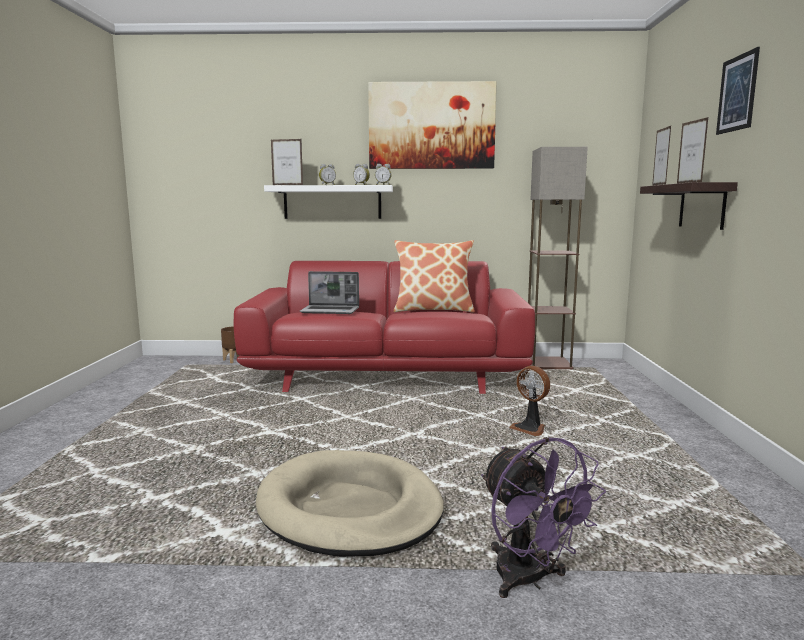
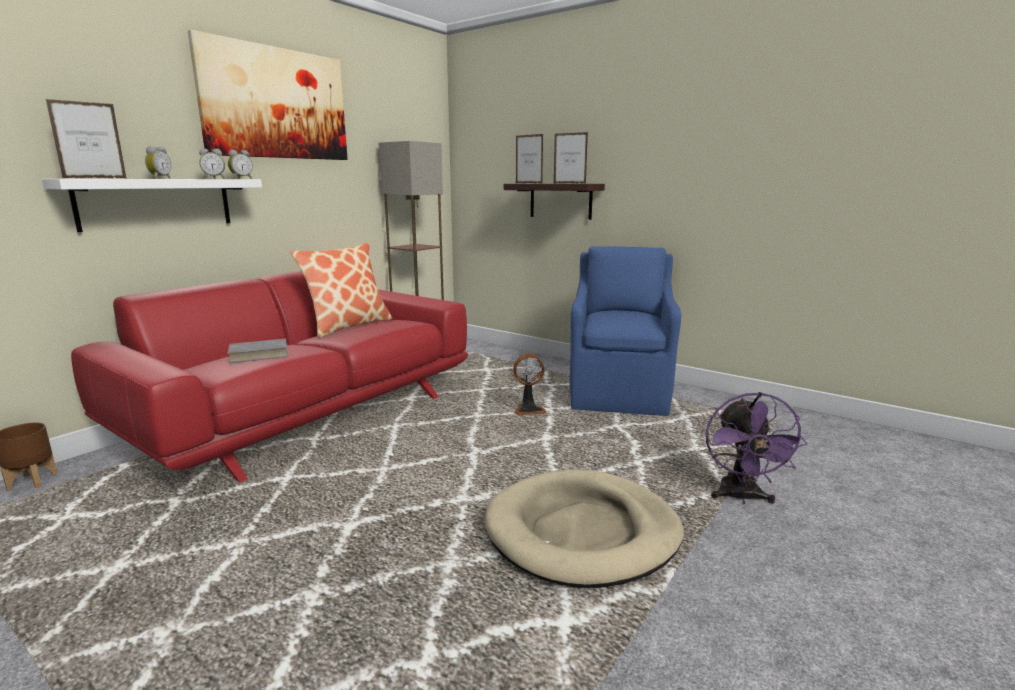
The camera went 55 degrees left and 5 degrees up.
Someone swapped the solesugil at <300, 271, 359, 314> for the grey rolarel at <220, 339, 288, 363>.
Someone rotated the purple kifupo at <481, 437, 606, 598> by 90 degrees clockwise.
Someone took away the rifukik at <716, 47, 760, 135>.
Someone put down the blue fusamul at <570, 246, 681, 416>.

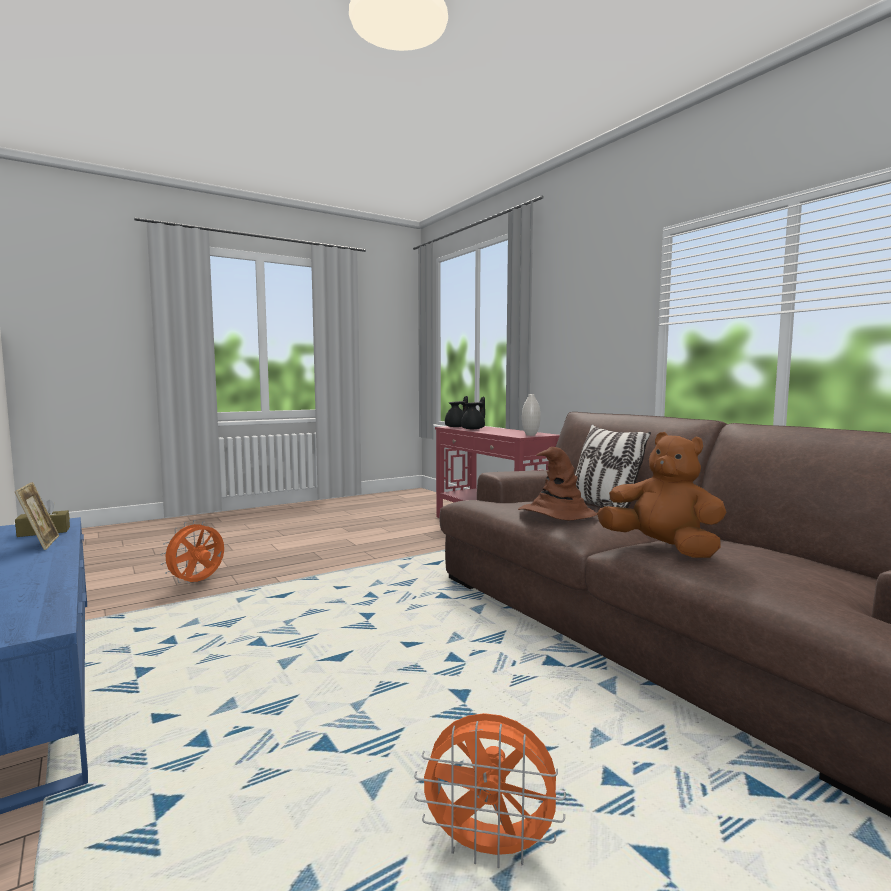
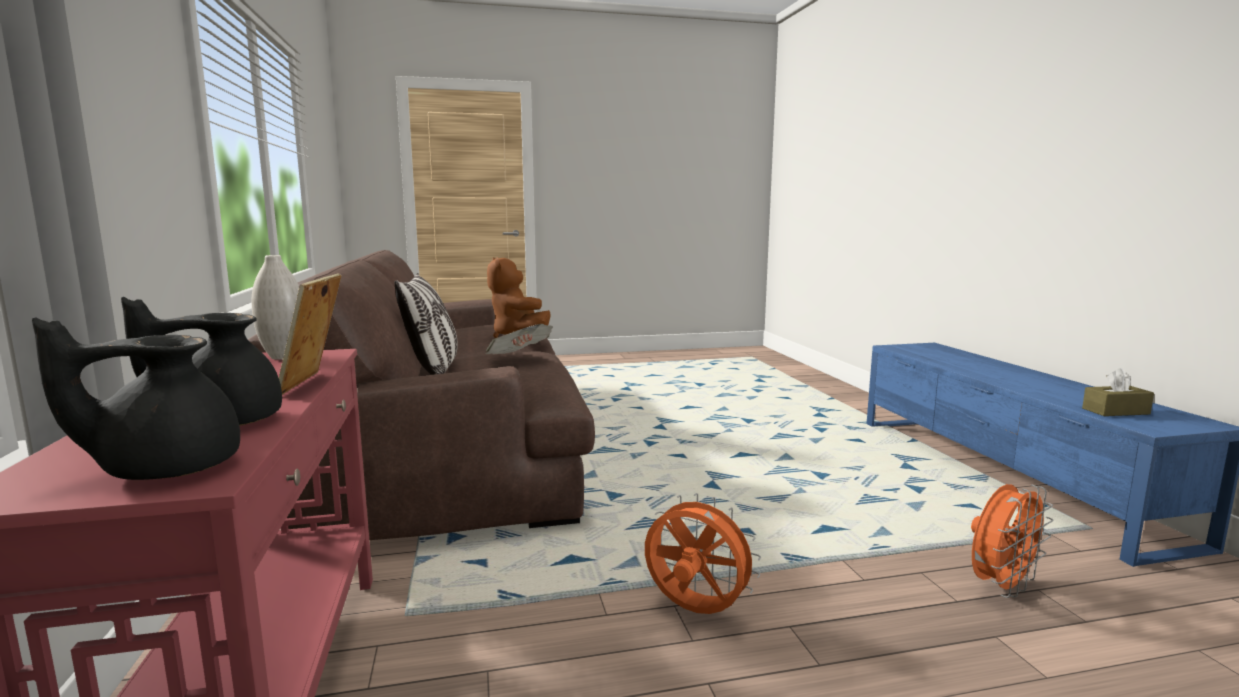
The camera went 160 degrees left and 5 degrees up.
Someone carried the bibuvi from <15, 482, 59, 550> to <278, 274, 341, 395>.
Someone carried the orange kifupo from <414, 713, 566, 868> to <645, 493, 761, 614>.
Someone swapped the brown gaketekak at <518, 447, 597, 520> for the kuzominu at <485, 324, 553, 354>.

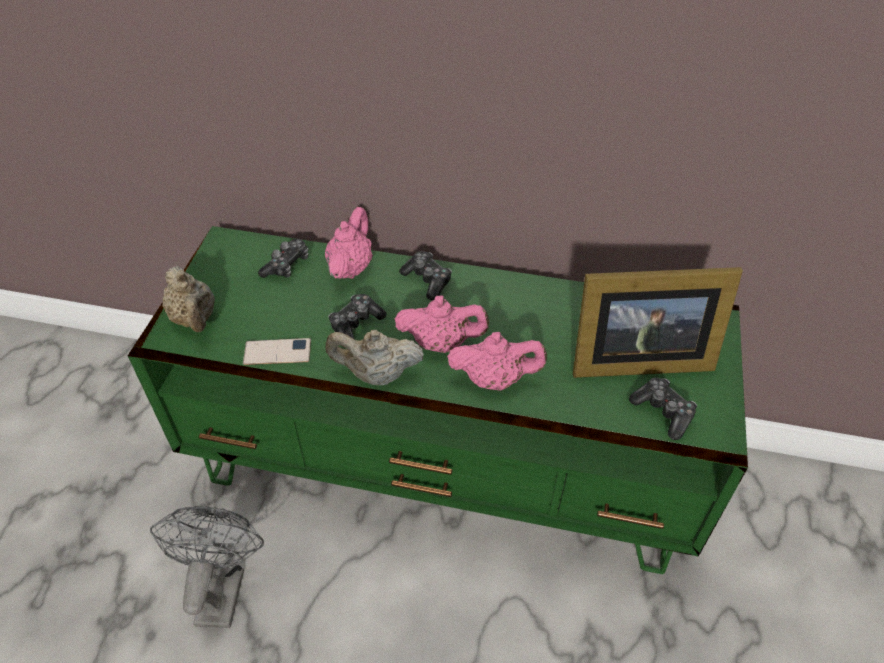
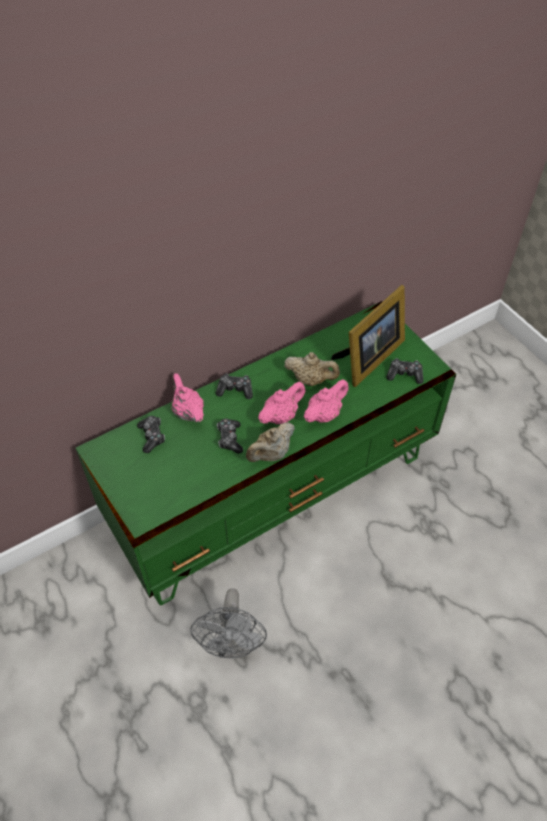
The camera went 45 degrees left and 5 degrees up.
Someone rotated the grey kifupo at <150, 506, 264, 628> by 135 degrees counterclockwise.
Someone carried the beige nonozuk from <162, 266, 215, 332> to <285, 352, 340, 386>.
Someone took away the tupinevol at <243, 338, 311, 365>.

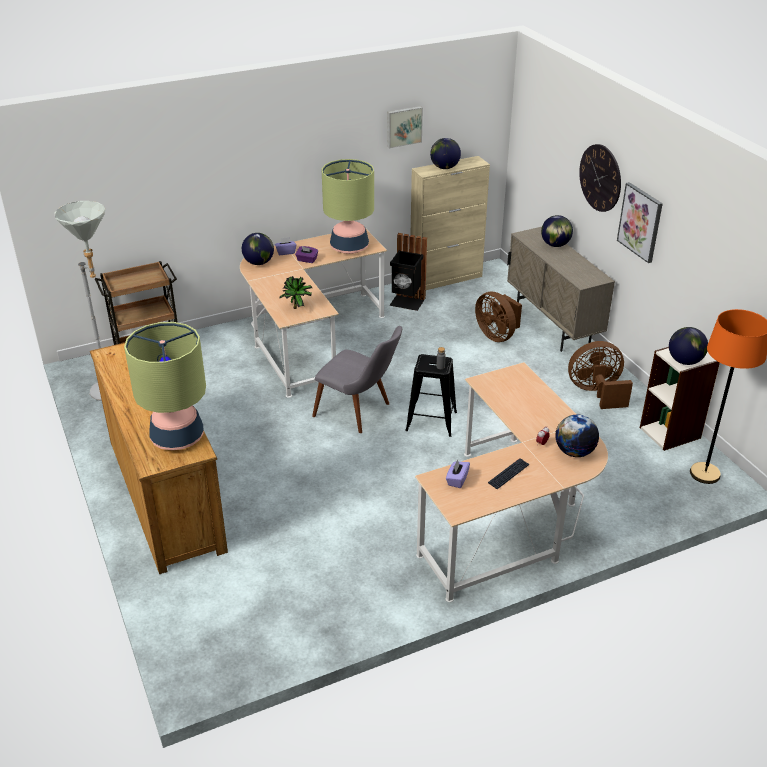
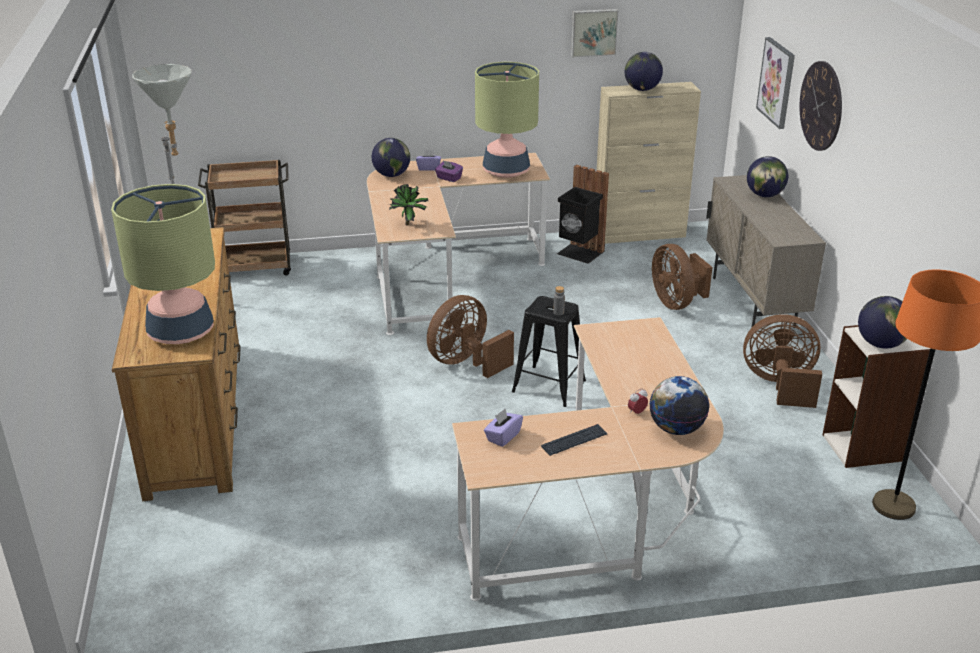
The camera went 15 degrees right and 5 degrees down.
Someone swapped the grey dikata at <312, 326, 402, 433> for the brown kifupo at <427, 295, 514, 378>.
Someone carried the rifukik from <617, 182, 663, 263> to <756, 37, 795, 129>.

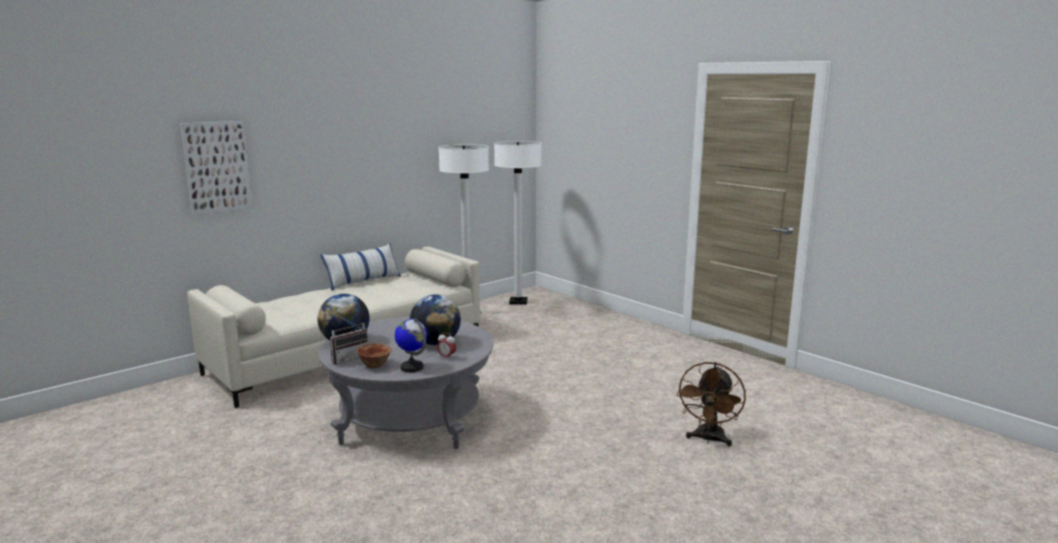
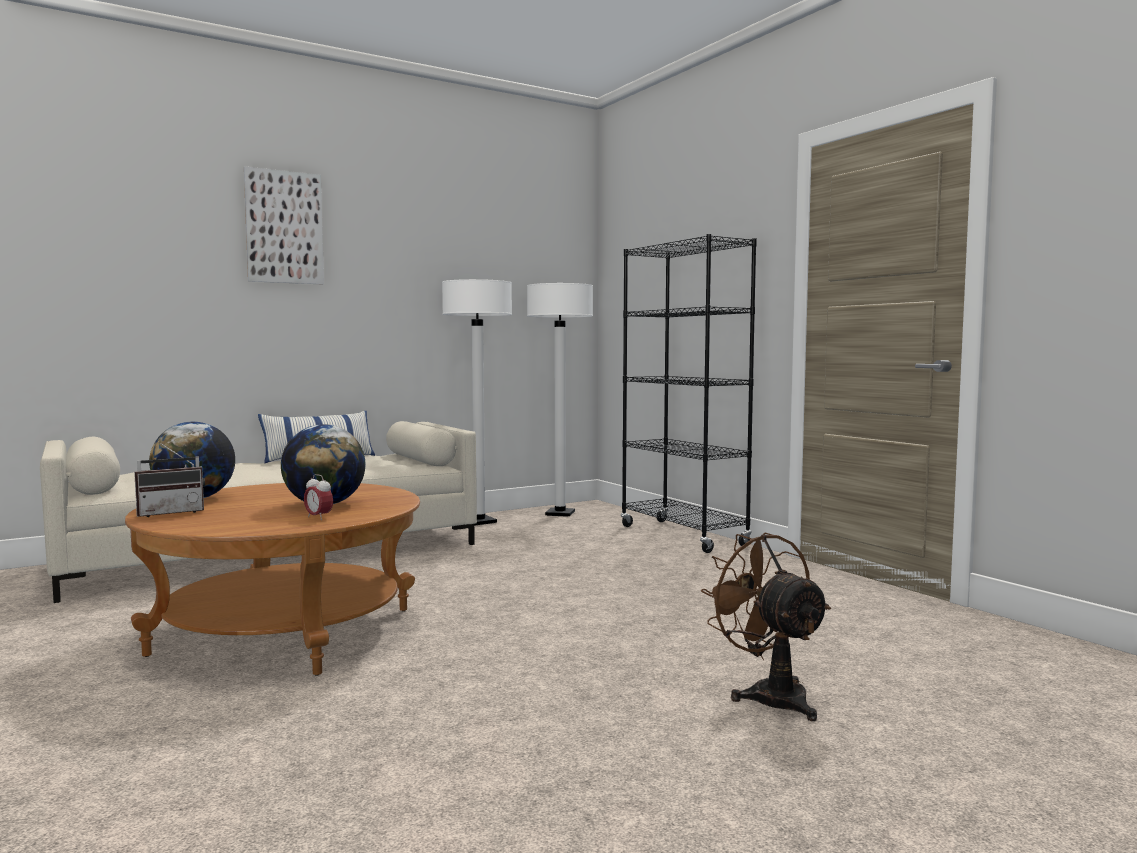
The camera went 10 degrees right and 10 degrees down.
Someone carried the rifukik from <180, 121, 253, 215> to <244, 167, 324, 284>.
Someone repainted the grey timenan at <318, 317, 493, 449>, which became the brown timenan at <125, 483, 420, 676>.
Someone took away the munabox at <357, 343, 392, 368>.
Someone took away the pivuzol at <395, 318, 427, 372>.
Someone rotated the brown kifupo at <677, 362, 746, 447> by 120 degrees clockwise.
Someone put down the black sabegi at <621, 234, 757, 553>.

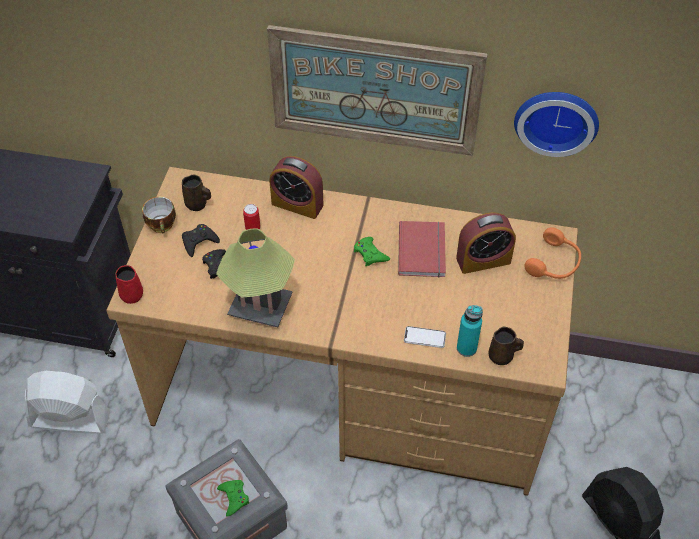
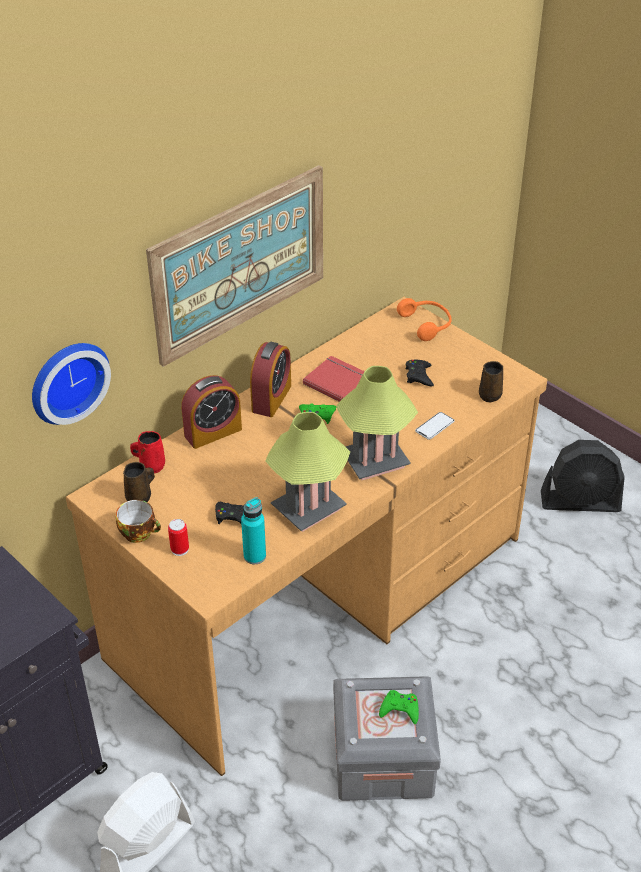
The camera went 55 degrees left and 10 degrees down.
Someone carried the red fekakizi from <115, 265, 143, 304> to <130, 431, 165, 473>.
Someone carried the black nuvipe from <182, 224, 220, 257> to <406, 360, 434, 386>.
Someone carried the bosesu from <243, 204, 260, 230> to <168, 519, 189, 556>.
Someone carried the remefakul from <456, 212, 516, 274> to <250, 342, 291, 417>.
Someone carried the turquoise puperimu from <457, 305, 483, 357> to <241, 498, 266, 564>.
Someone carried the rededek from <514, 92, 599, 157> to <32, 343, 111, 425>.
Someone put down the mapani at <336, 366, 418, 480>.

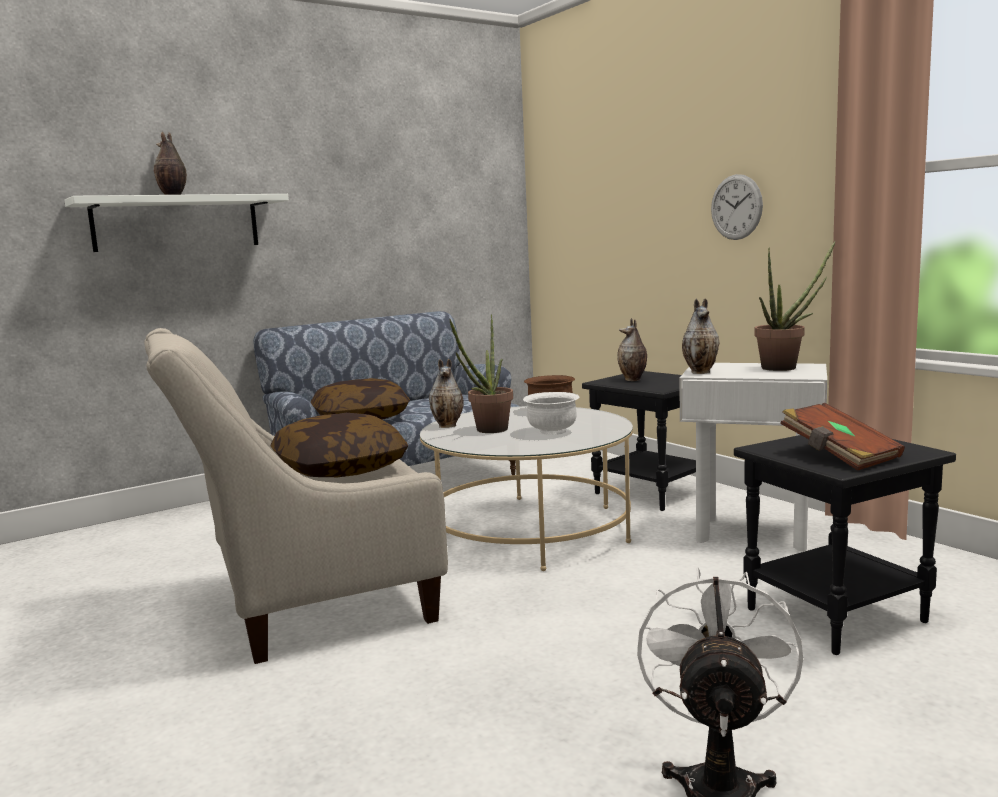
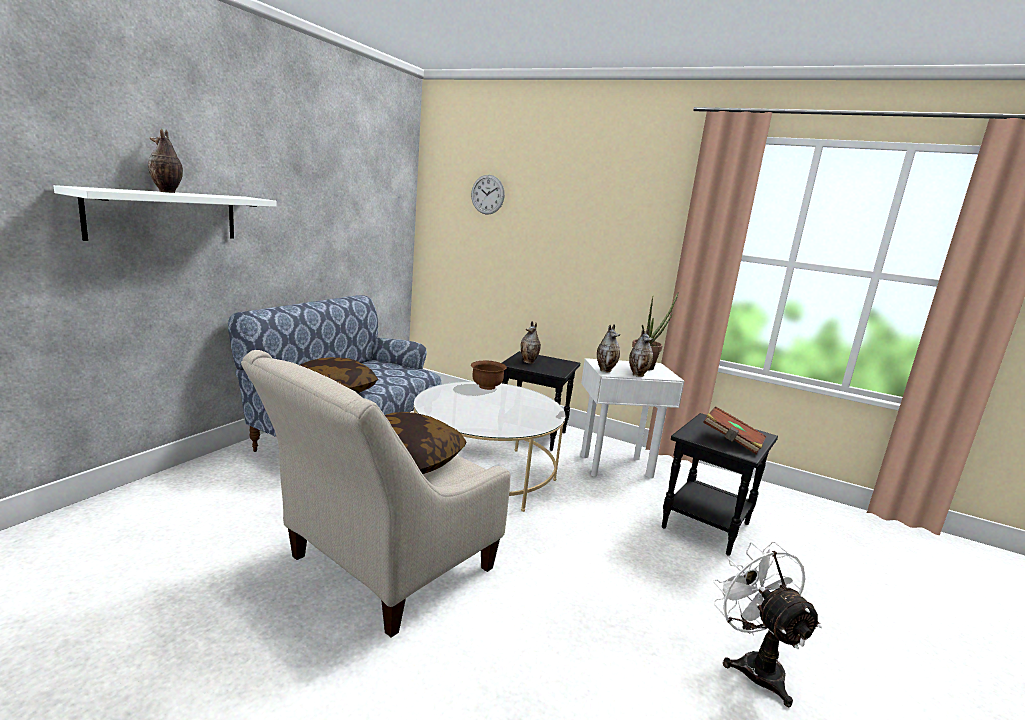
The camera went 30 degrees left and 5 degrees up.
Someone carried the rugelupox from <429, 359, 464, 428> to <629, 328, 653, 377>.
Someone took away the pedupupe at <449, 314, 513, 433>.
Someone took away the white munabox at <523, 392, 579, 435>.
Someone carried the rededek from <711, 174, 763, 240> to <471, 175, 505, 214>.

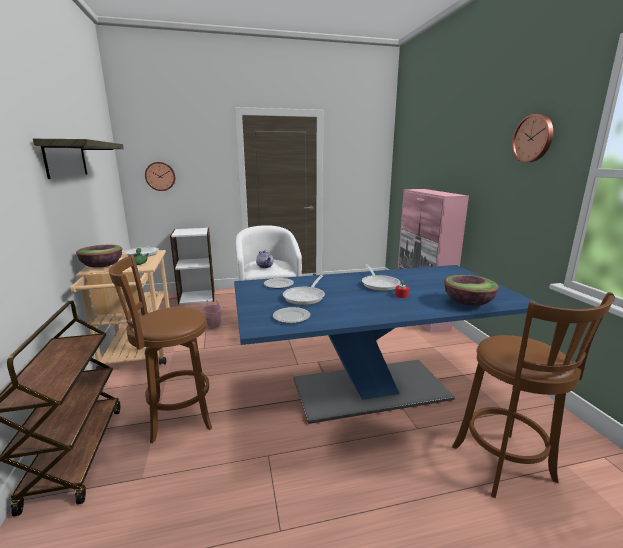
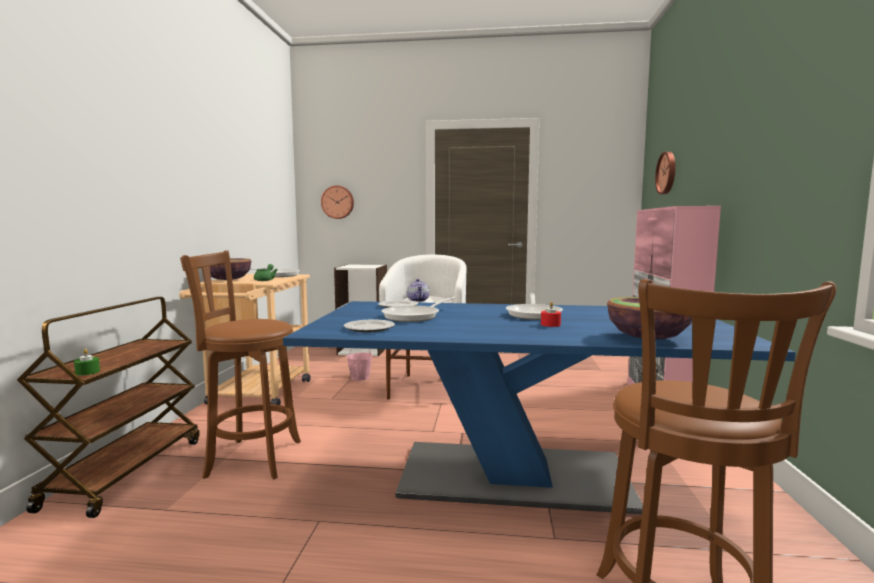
The camera went 20 degrees right and 10 degrees down.
Someone took away the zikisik at <33, 139, 124, 179>.
Someone carried the rededek from <512, 114, 553, 162> to <655, 152, 675, 194>.
Someone put down the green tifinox at <74, 349, 100, 376>.

